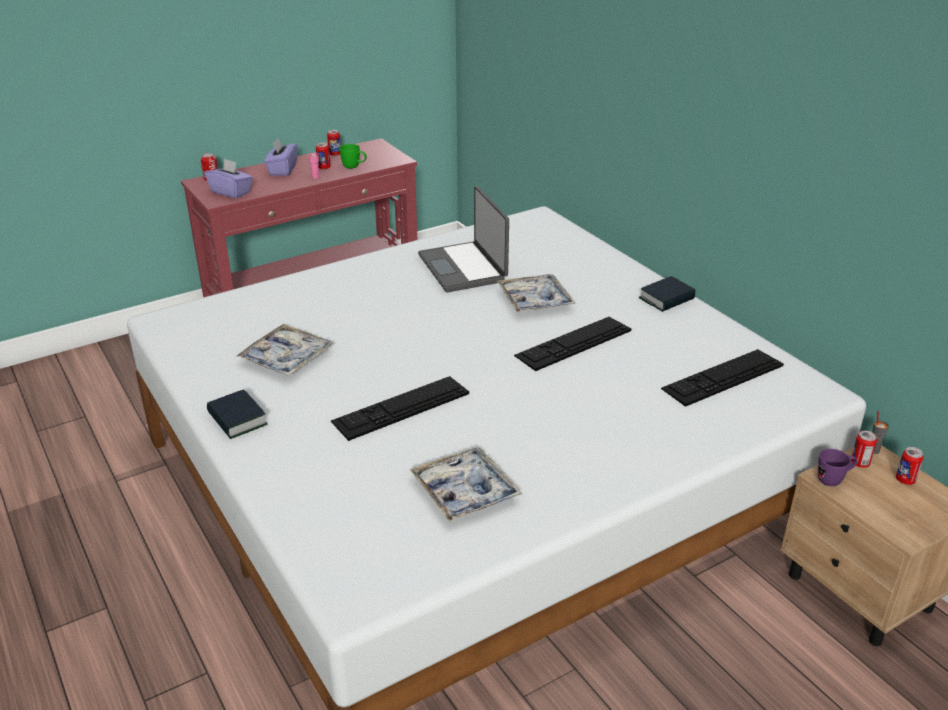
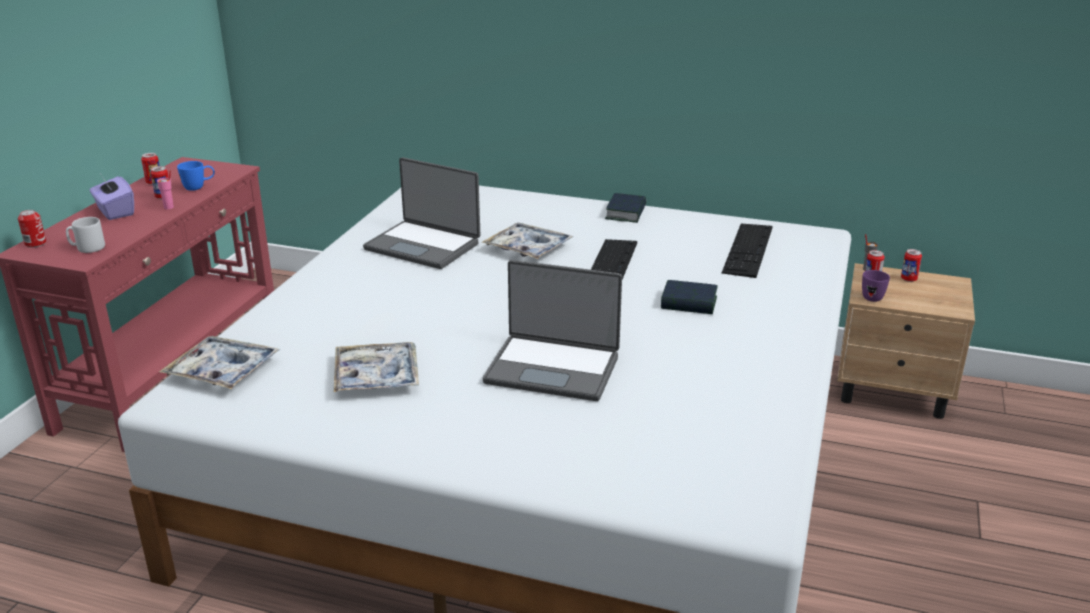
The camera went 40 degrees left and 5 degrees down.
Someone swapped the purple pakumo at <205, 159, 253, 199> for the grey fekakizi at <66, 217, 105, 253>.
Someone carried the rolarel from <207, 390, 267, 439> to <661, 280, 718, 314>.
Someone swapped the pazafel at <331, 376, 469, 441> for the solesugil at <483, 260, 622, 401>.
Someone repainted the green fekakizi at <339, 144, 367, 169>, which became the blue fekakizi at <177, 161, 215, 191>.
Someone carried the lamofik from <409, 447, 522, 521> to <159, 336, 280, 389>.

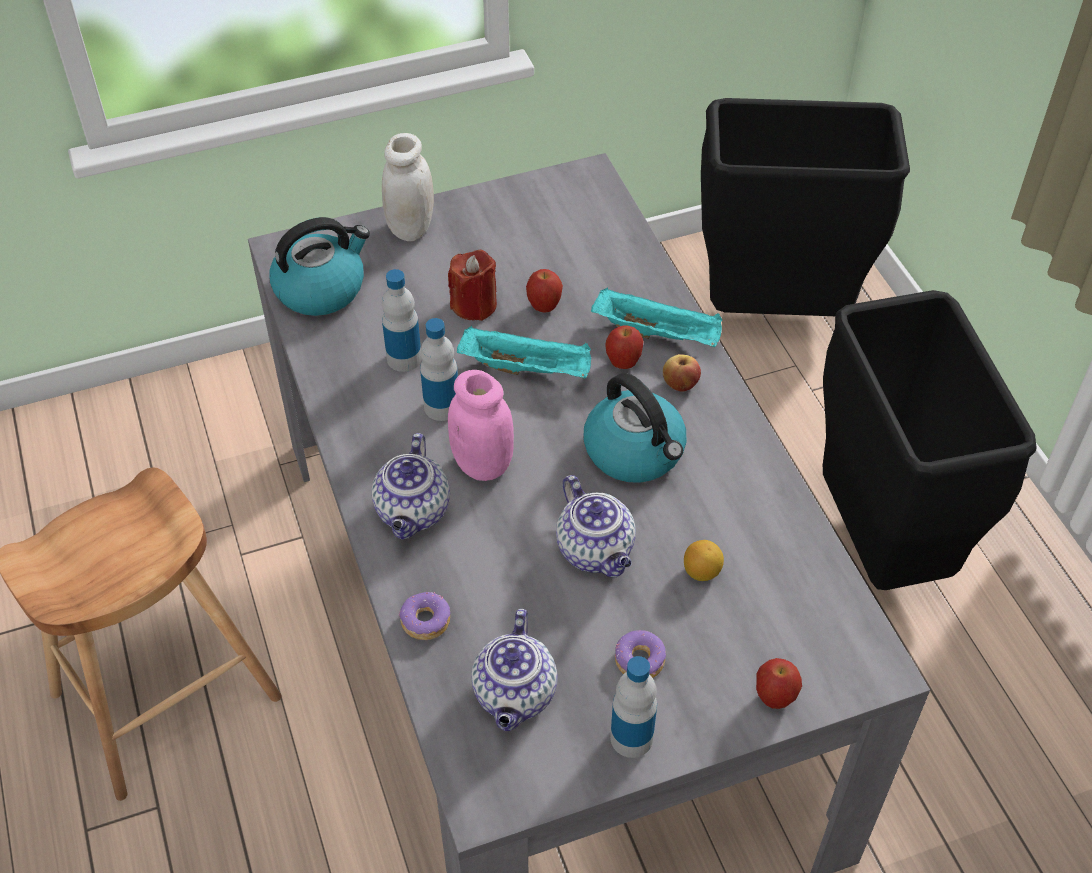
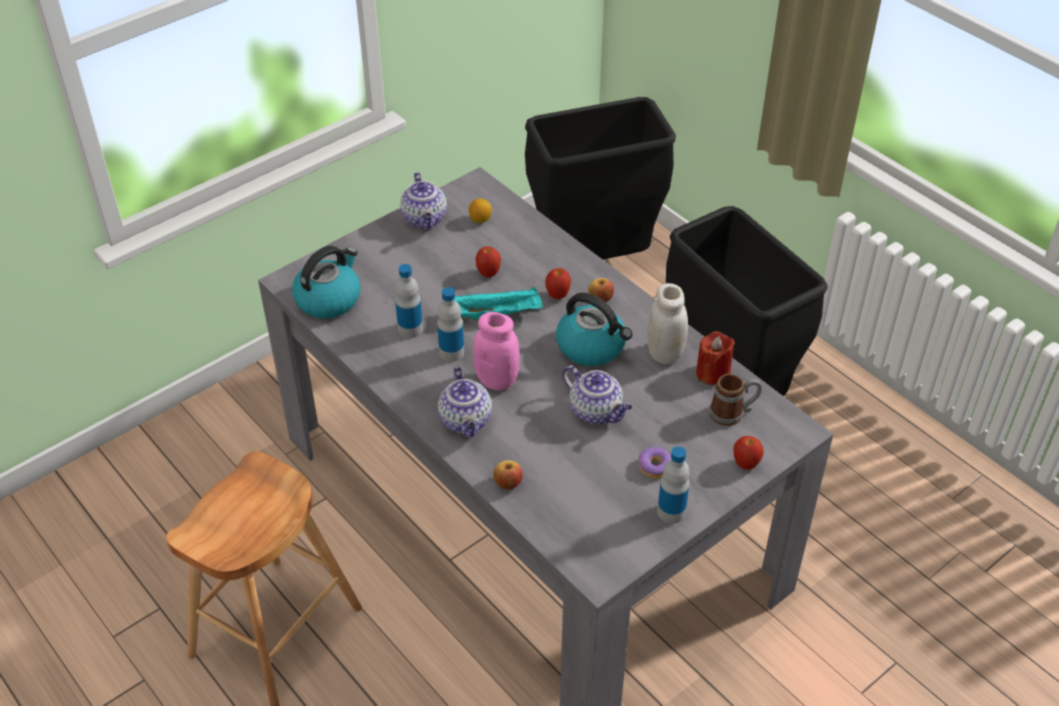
The camera went 20 degrees left and 5 degrees down.
Someone carried the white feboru from <382, 133, 434, 241> to <647, 283, 688, 364>.
Someone swapped the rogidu at <399, 592, 450, 640> for the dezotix at <493, 460, 523, 490>.
Someone carried the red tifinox from <448, 249, 497, 321> to <696, 331, 735, 385>.
Someone carried the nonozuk from <471, 609, 558, 731> to <400, 172, 447, 230>.
Someone took away the turquoise lamofik at <591, 287, 722, 347>.
Someone carried the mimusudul from <684, 540, 724, 581> to <469, 198, 492, 223>.
Someone put down the fekakizi at <710, 374, 762, 426>.

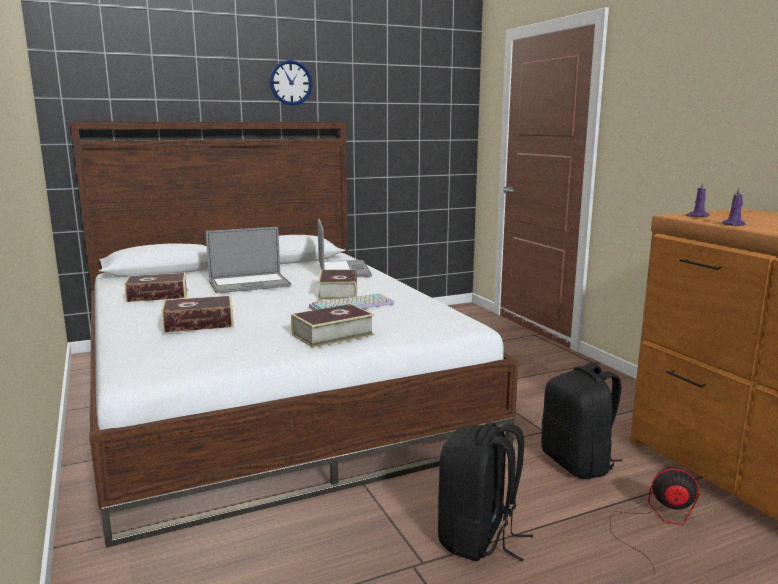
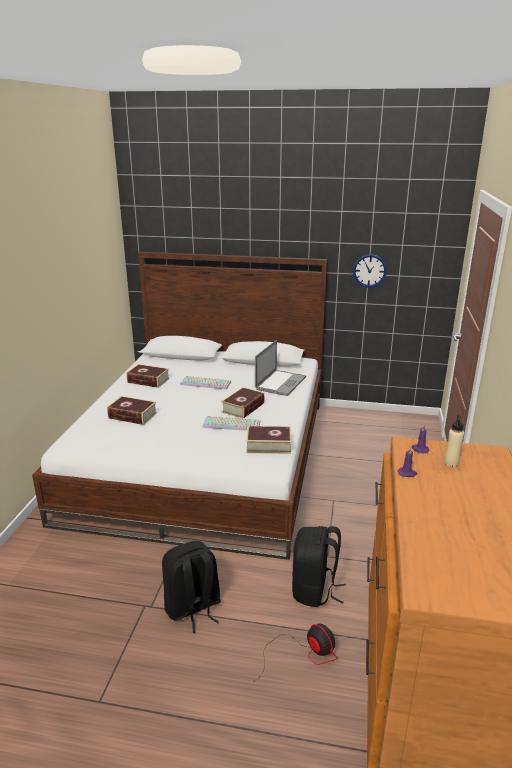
The camera went 35 degrees right and 10 degrees up.
Someone swapped the solesugil at <206, 227, 291, 293> for the pazafel at <180, 376, 231, 390>.
Someone carried the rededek from <270, 60, 313, 106> to <353, 254, 387, 288>.
Someone carried the rolarel from <291, 304, 374, 348> to <246, 426, 291, 454>.
Someone put down the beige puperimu at <444, 415, 464, 467>.

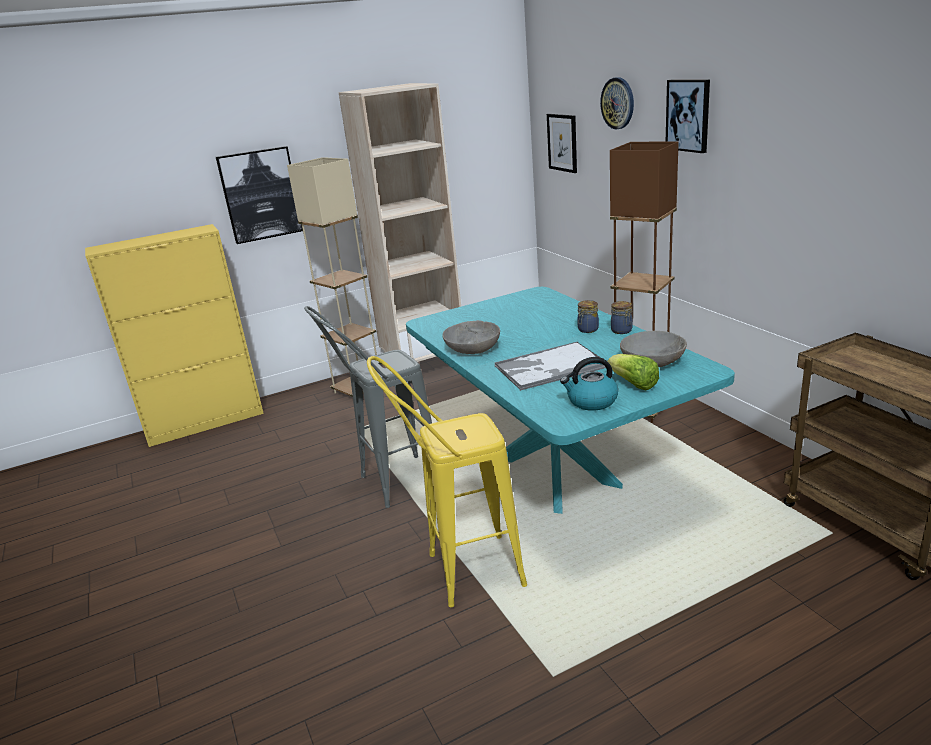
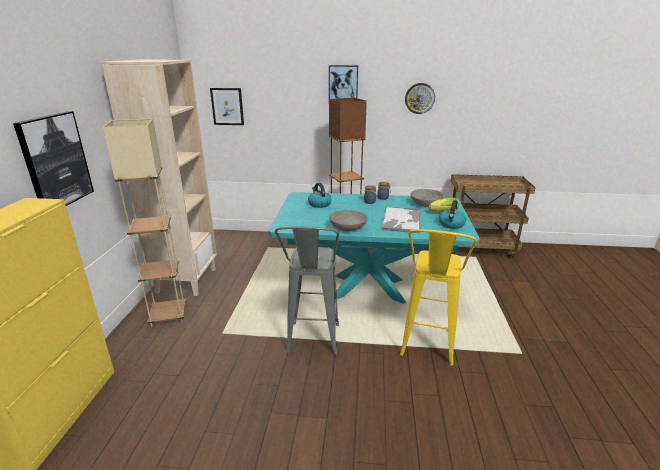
The camera went 60 degrees left and 0 degrees up.
Someone carried the rededek from <600, 77, 634, 130> to <405, 83, 435, 114>.
Someone put down the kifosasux at <308, 183, 332, 208>.

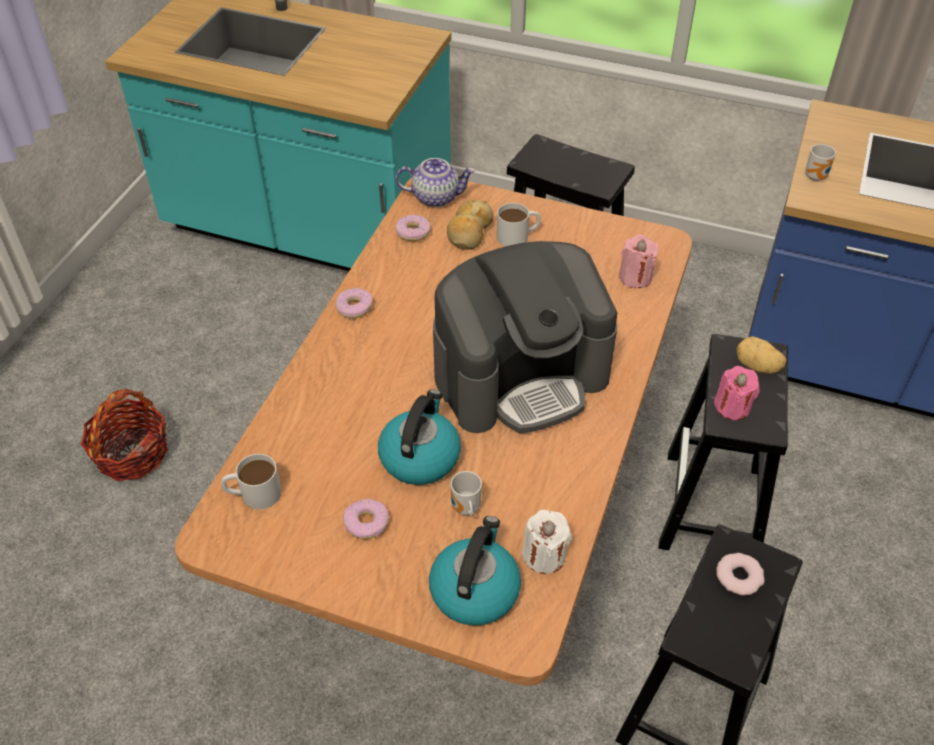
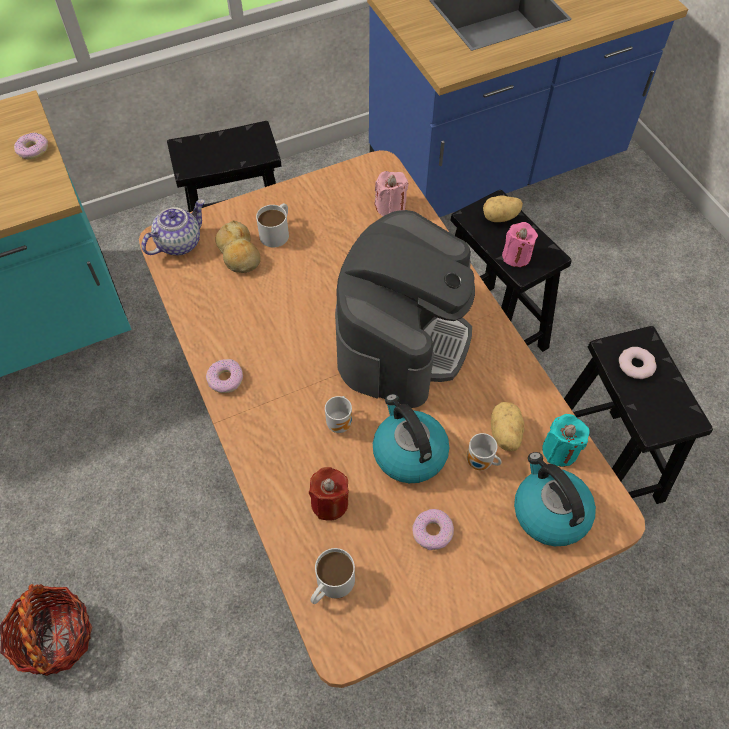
The camera went 45 degrees left and 10 degrees up.
Someone carried the rogidu from <395, 215, 431, 241> to <14, 133, 48, 159>.
Someone repainted the white tifinox at <522, 510, 572, 574>, which became the turquoise tifinox at <542, 414, 590, 467>.
Someone carried the fekakizi from <805, 144, 836, 181> to <325, 396, 352, 433>.
Someone put down the red tifinox at <309, 467, 349, 521>.
Someone put down the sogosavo at <491, 402, 524, 451>.

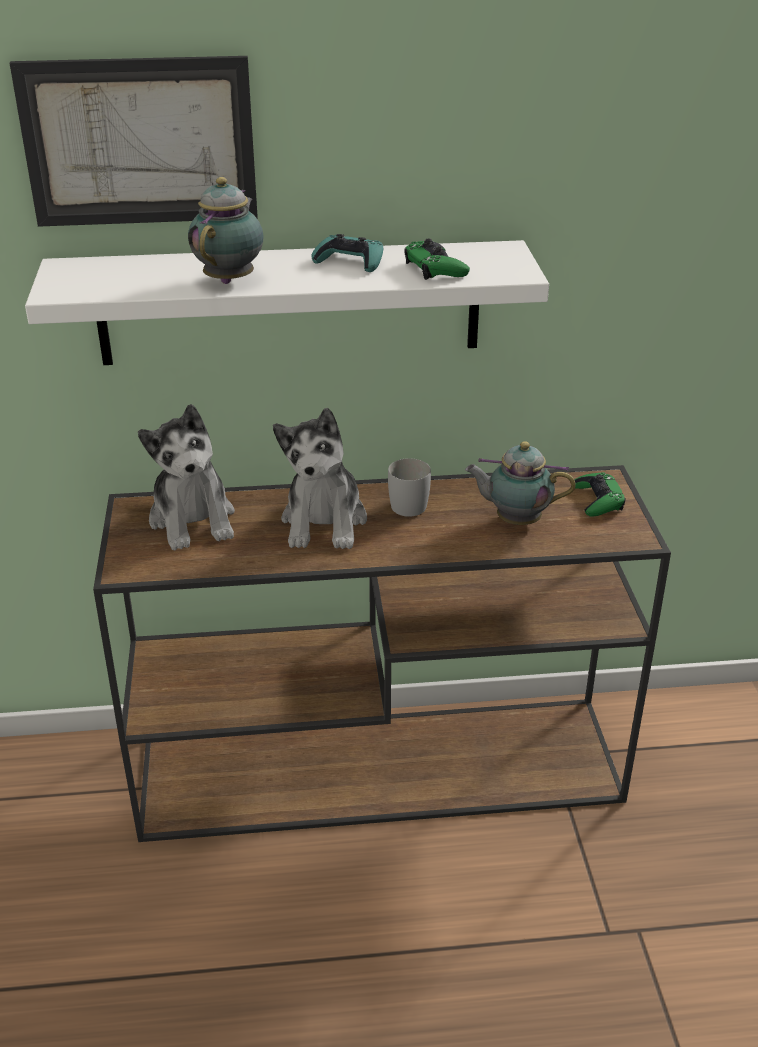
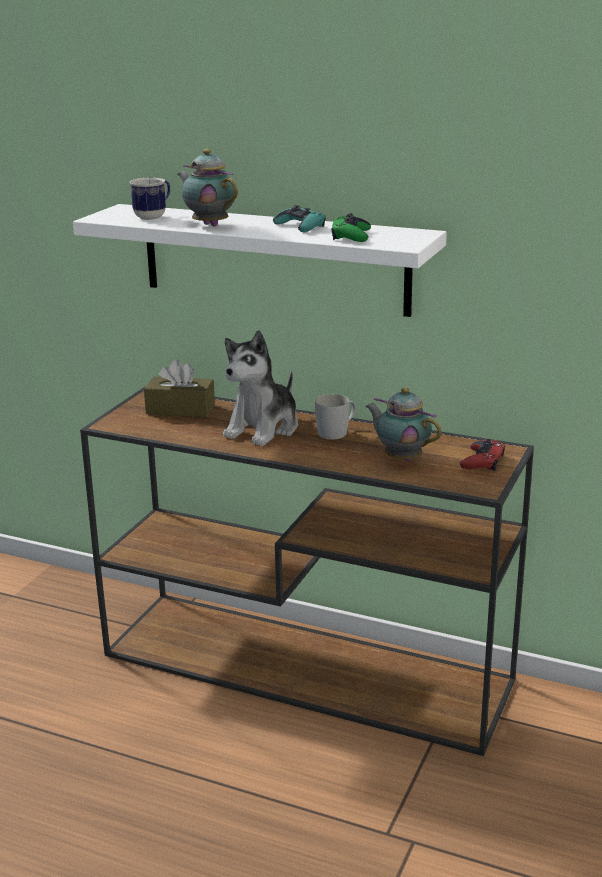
The camera went 30 degrees right and 10 degrees down.
Someone took away the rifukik at <10, 56, 258, 227>.
Someone swapped the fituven at <138, 404, 235, 550> for the brown pakumo at <144, 359, 215, 417>.
Someone rotated the nonozuk at <188, 177, 264, 284> by 90 degrees counterclockwise.
Someone repainted the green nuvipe at <574, 472, 626, 517>, which became the red nuvipe at <460, 439, 505, 471>.
Someone put down the fekakizi at <129, 177, 170, 220>.

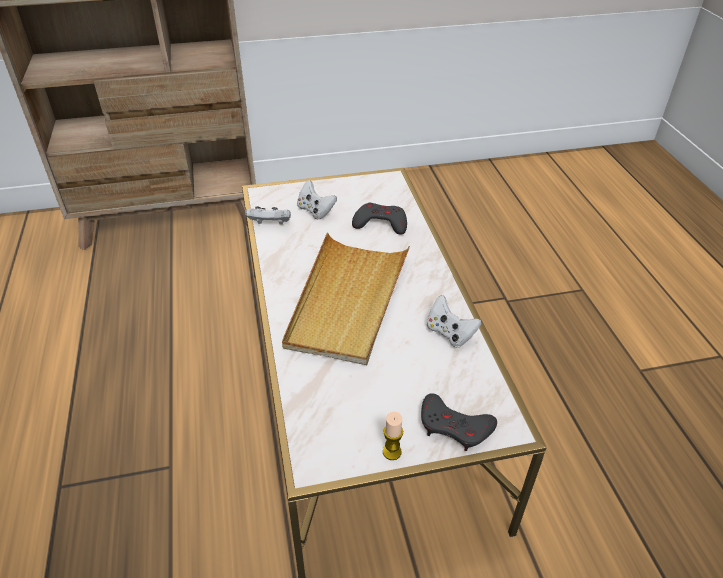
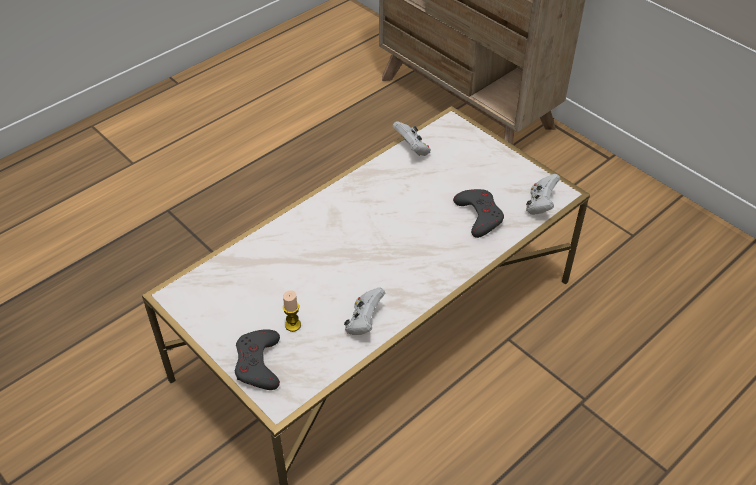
The camera went 60 degrees right and 5 degrees up.
Someone took away the beige lamofik at <282, 233, 410, 365>.
Someone carried the white nuvipe from <297, 180, 337, 219> to <526, 174, 560, 215>.
Someone carried the tifinox from <383, 412, 403, 460> to <283, 291, 301, 332>.

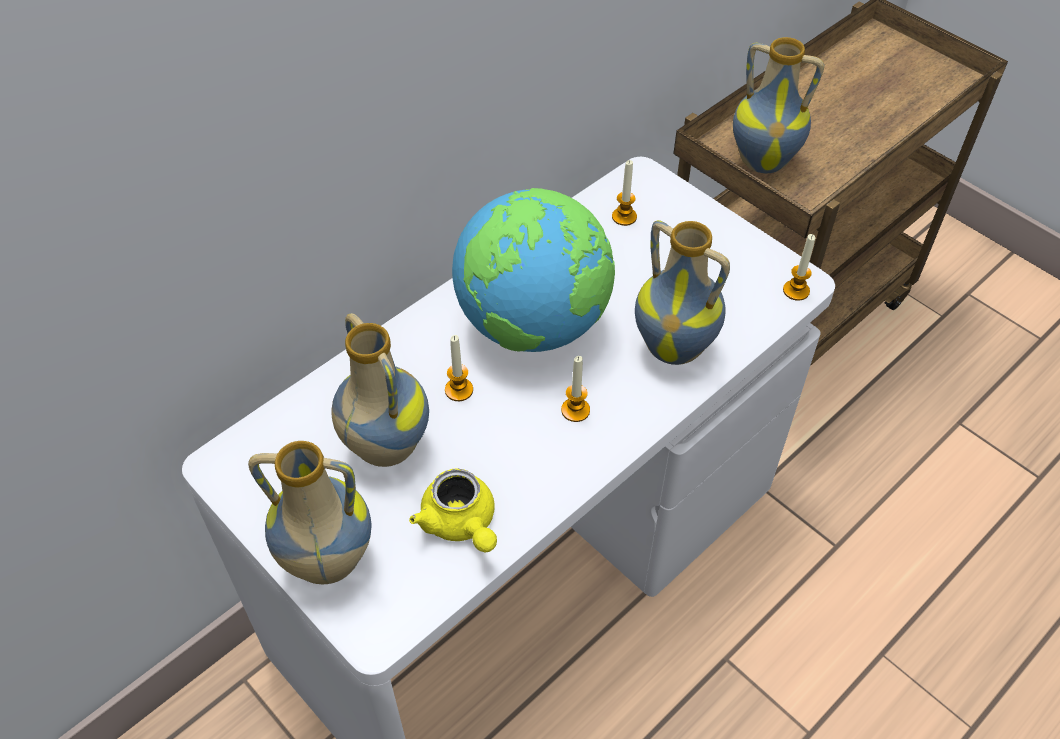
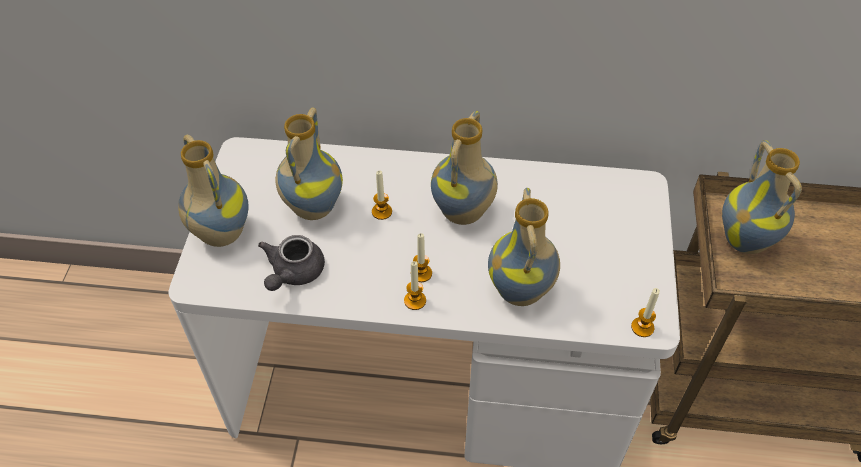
The camera went 50 degrees right and 0 degrees up.
Someone repainted the yellow nonozuk at <409, 468, 497, 553>, which became the grey nonozuk at <258, 235, 325, 291>.
Someone swapped the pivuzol at <452, 188, 615, 352> for the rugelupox at <431, 111, 498, 225>.
Someone carried the tifinox from <612, 160, 637, 226> to <404, 261, 426, 310>.

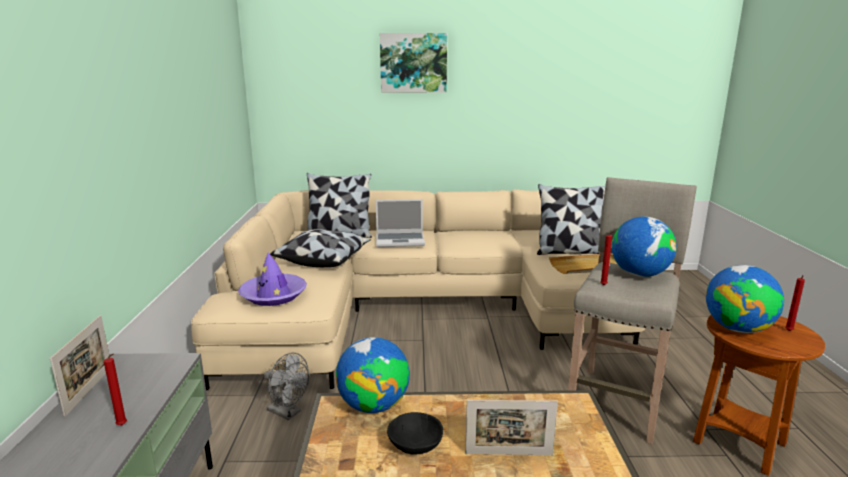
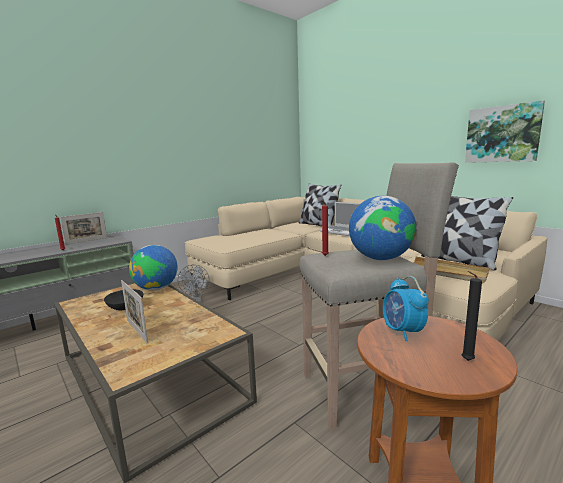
The camera went 50 degrees right and 5 degrees down.
Someone took away the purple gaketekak at <238, 253, 307, 306>.
Someone took away the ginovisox at <270, 229, 371, 267>.
Someone carried the rifukik from <380, 33, 447, 93> to <465, 100, 545, 163>.
Someone swapped the pivuzol at <706, 265, 784, 333> for the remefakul at <383, 276, 429, 341>.
Someone repainted the red tifinox at <785, 275, 805, 331>, which became the black tifinox at <462, 271, 482, 361>.

